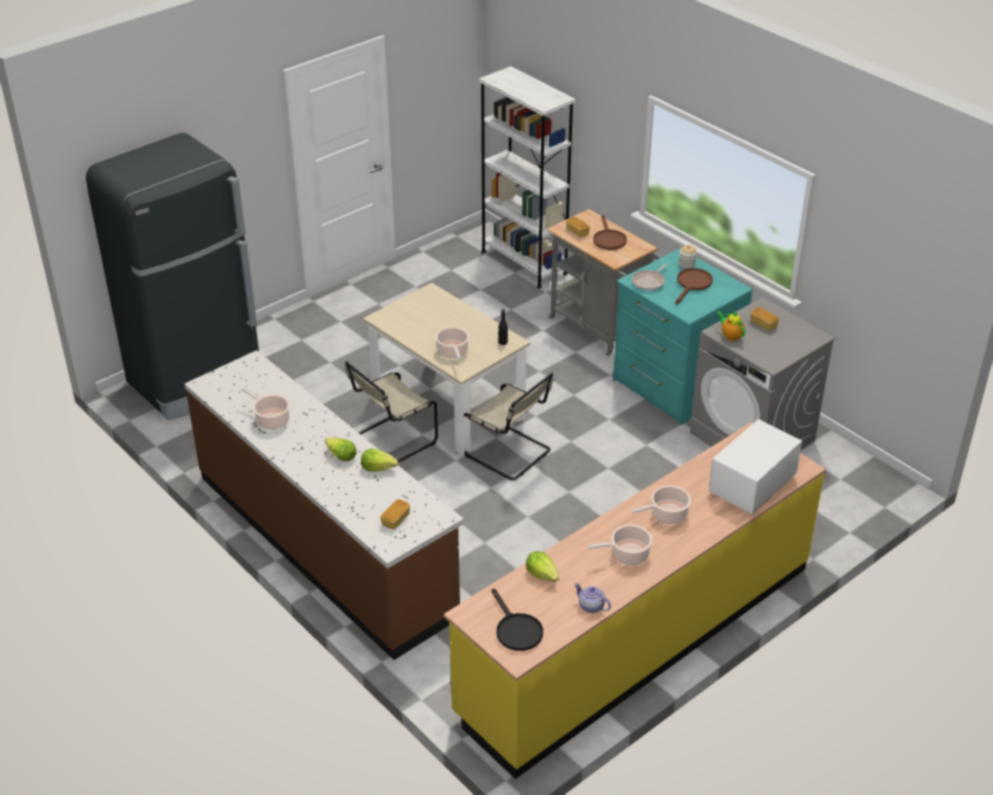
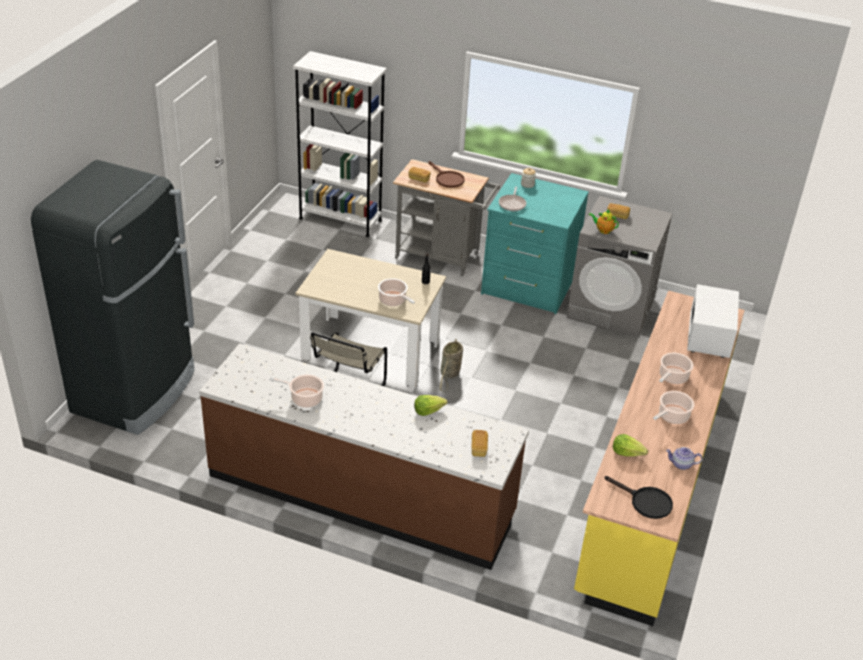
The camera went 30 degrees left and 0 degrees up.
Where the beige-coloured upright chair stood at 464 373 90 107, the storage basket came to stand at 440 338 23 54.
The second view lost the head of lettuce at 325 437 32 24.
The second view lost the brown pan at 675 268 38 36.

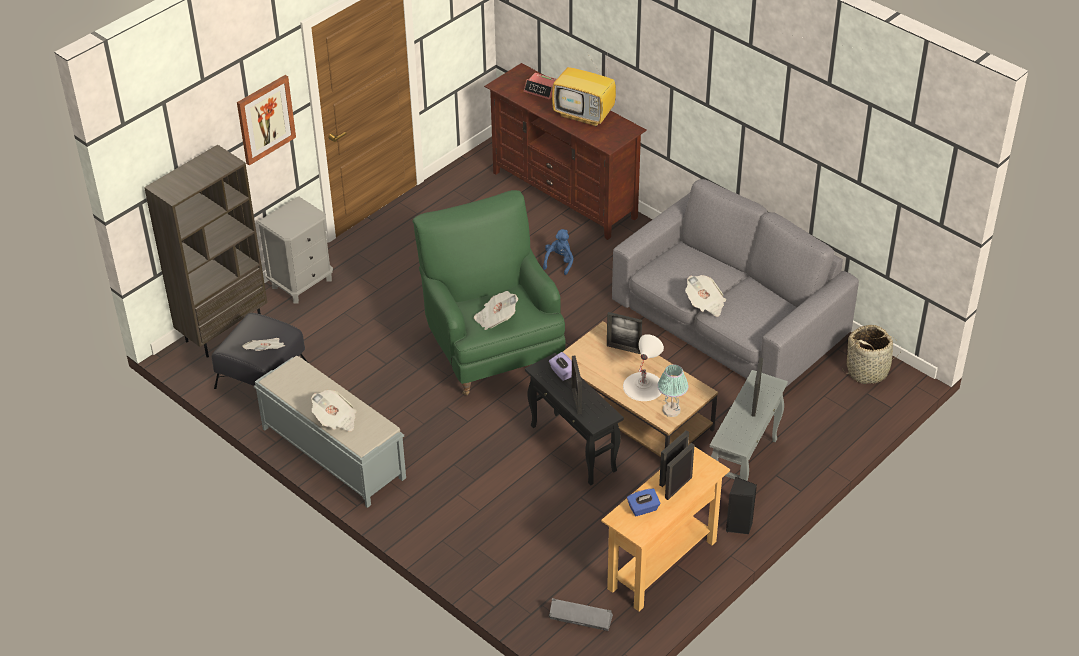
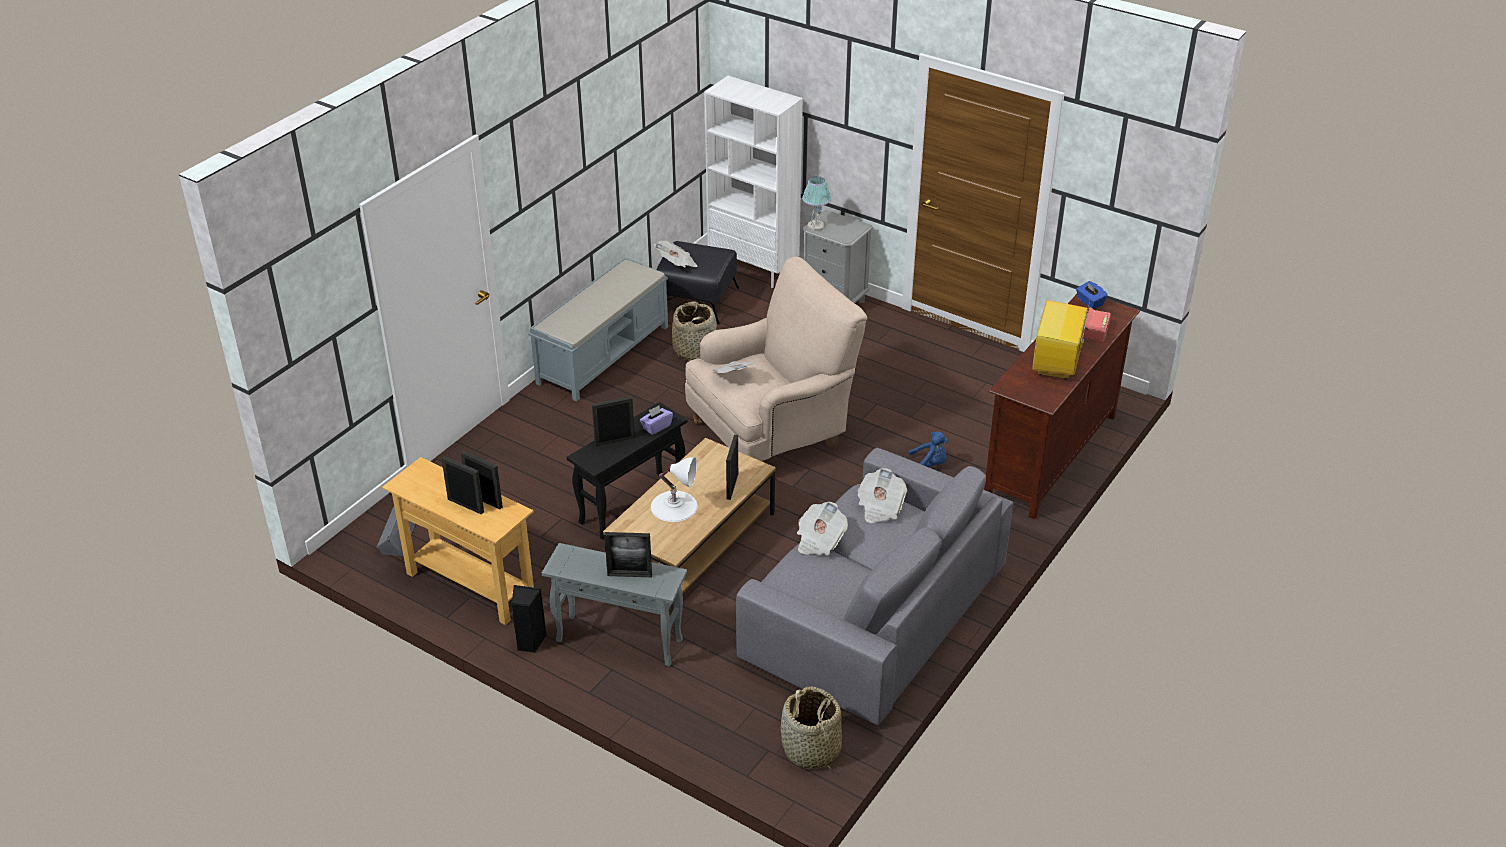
The camera went 80 degrees right and 5 degrees down.
The second view gained the storage basket at 672 301 45 60.
What was the greenish lounge chair at 412 190 153 205 turned into the beige-coloured lounge chair at 685 257 182 204.
What was the brown bookshelf at 144 145 123 212 turned into the whitish bookshelf at 704 76 99 212.
The tabletop lamp ended up elsewhere, having gone from 658 364 30 53 to 802 176 29 55.
The newspaper ended up elsewhere, having gone from 311 390 46 42 to 857 468 50 55.
The bluish tissue box ended up elsewhere, having gone from 627 489 33 27 to 1076 281 32 28.
The second view lost the wall art at 237 75 59 90.

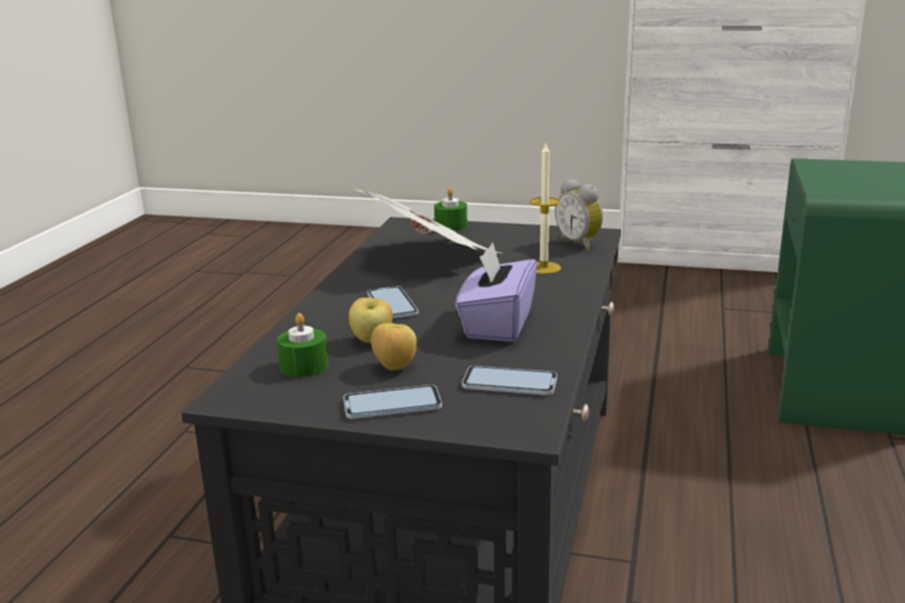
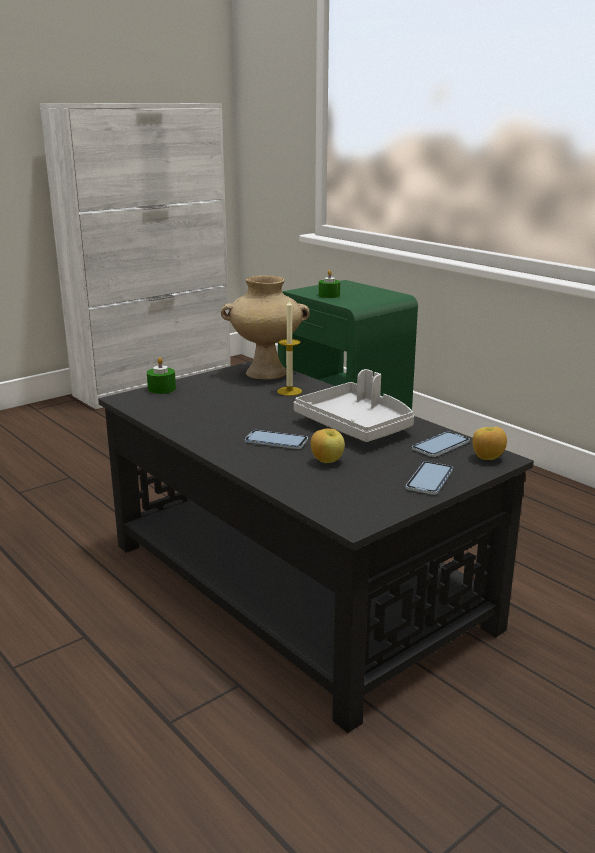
The camera went 55 degrees left and 0 degrees up.
Where the bedside clock stood at 555 179 48 71, the beige-coloured vase came to stand at 221 275 89 105.
Where the purple tissue box stood at 455 242 82 100, the greyish carrying tray came to stand at 294 369 120 73.
The greenish wax light ended up elsewhere, having gone from 277 313 51 64 to 319 270 21 28.
The whole apple ended up elsewhere, having gone from 371 323 46 47 to 472 427 35 33.
The second view lost the newspaper at 357 190 144 63.

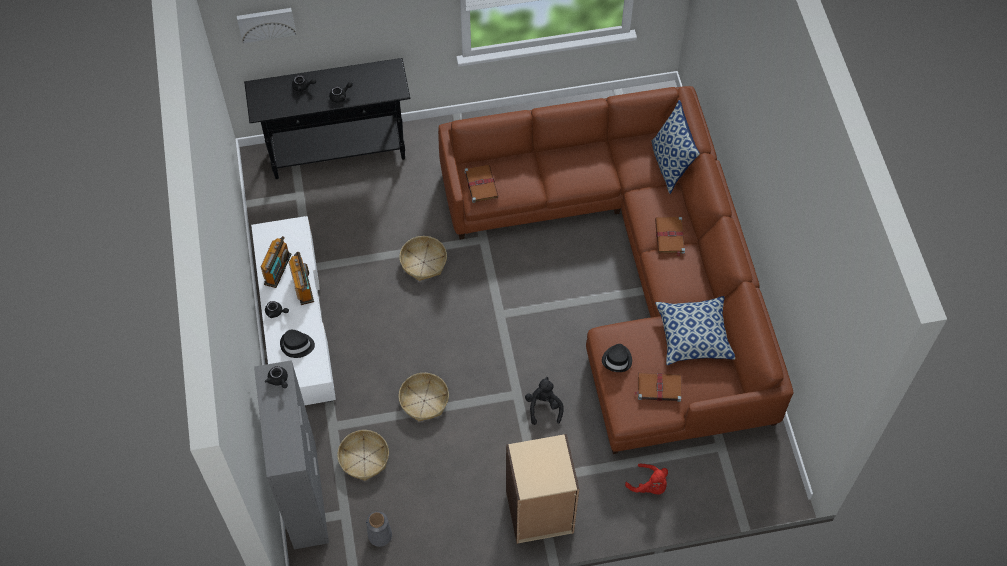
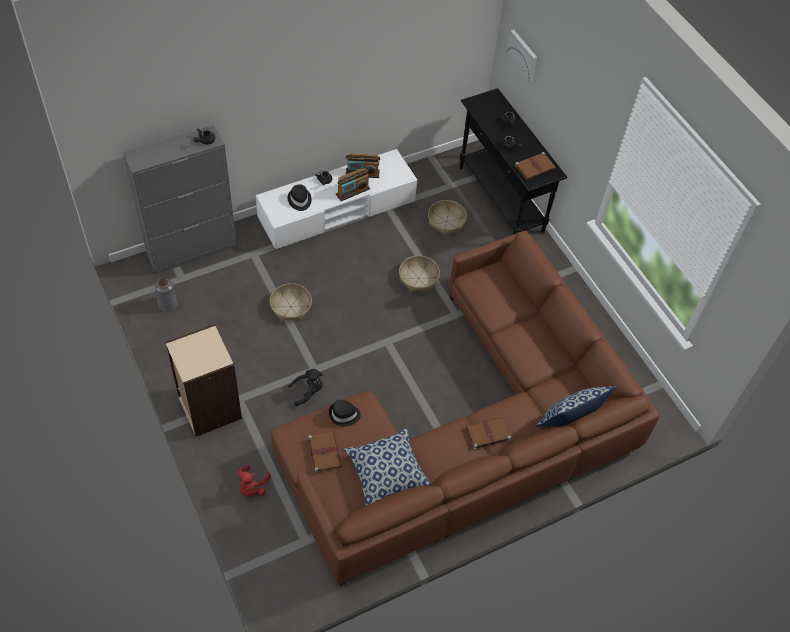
The camera went 70 degrees right and 5 degrees down.
The storage basket ended up elsewhere, having gone from 337 430 52 51 to 428 200 39 35.
The brown bound book ended up elsewhere, having gone from 464 165 34 38 to 515 152 41 28.

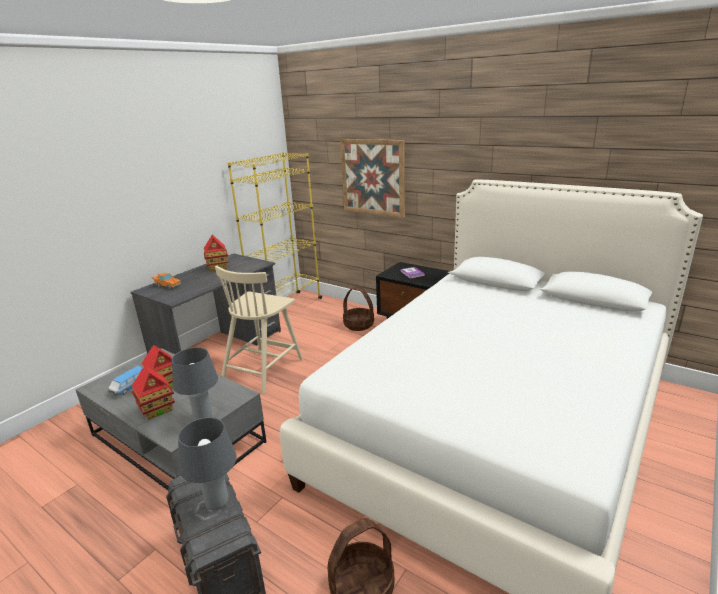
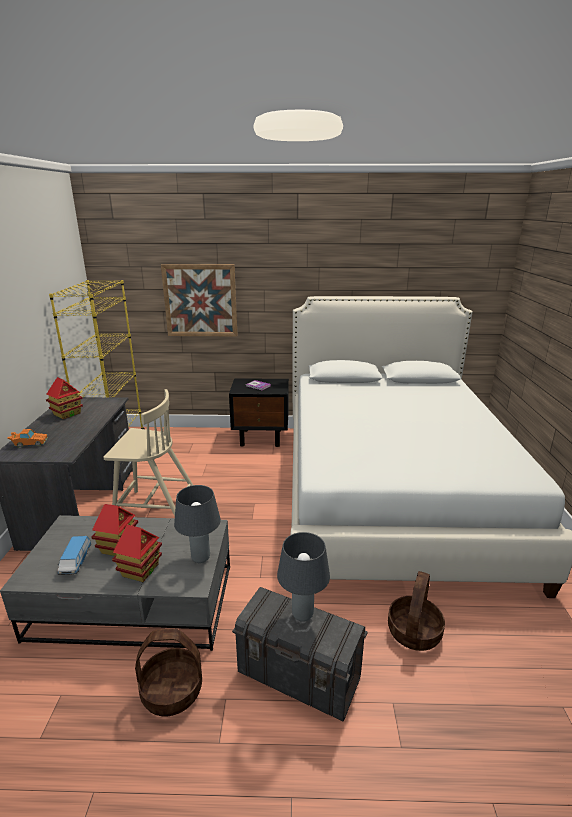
The camera went 35 degrees left and 0 degrees up.
The beige-coloured upright chair at 215 266 88 128 ended up facing another way, 75 degrees counterclockwise from before.
The storage basket ended up elsewhere, having gone from 343 287 31 44 to 135 628 67 88.

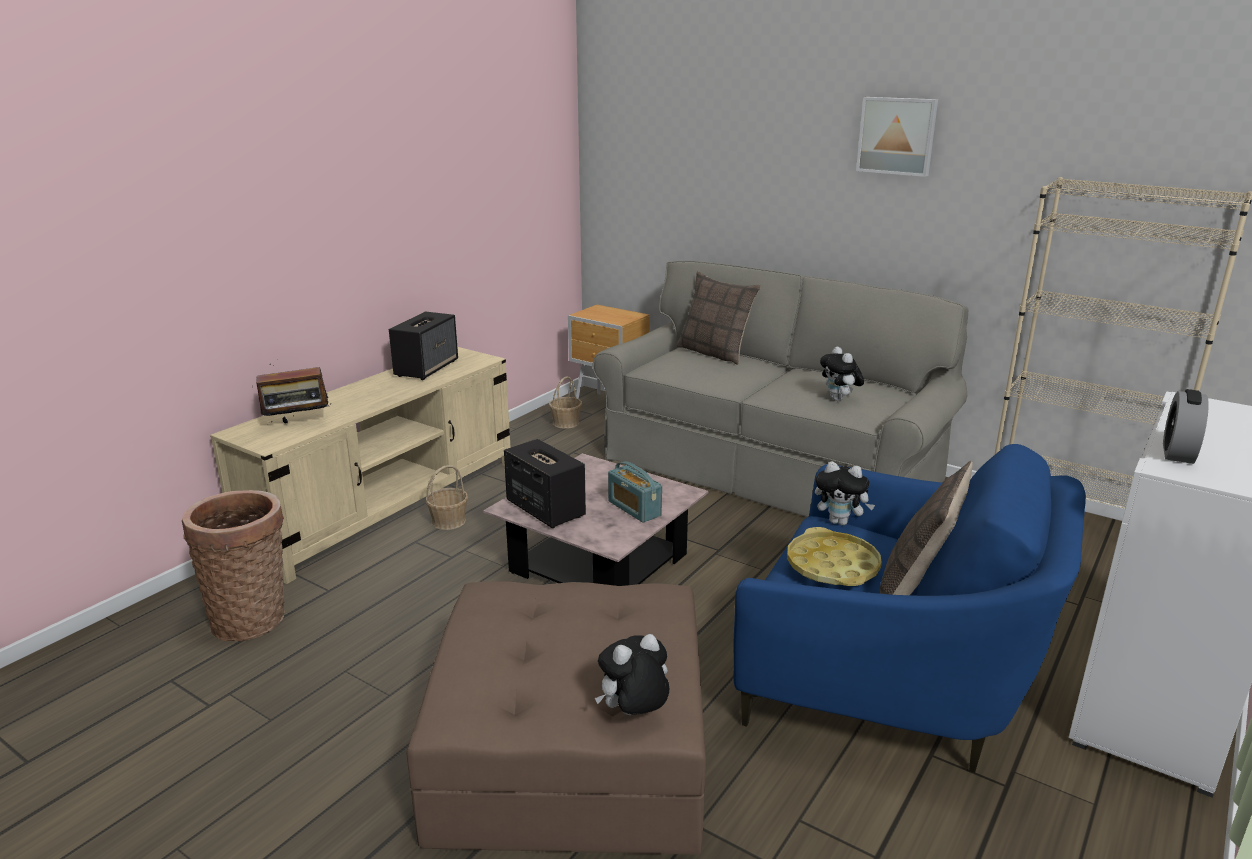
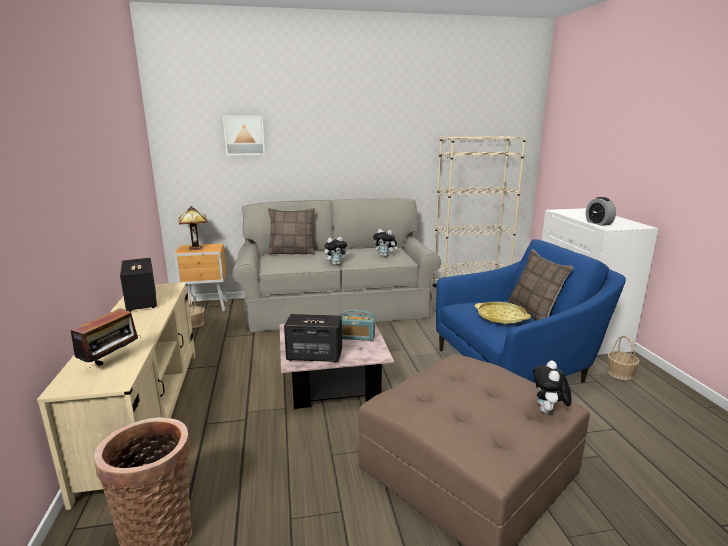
The camera went 45 degrees left and 5 degrees down.
The second view gained the tabletop lamp at 179 206 29 44.
The wall art ended up elsewhere, having gone from 856 97 82 80 to 223 115 42 40.
The soft toy ended up elsewhere, having gone from 815 461 60 64 to 324 237 25 28.
The storage basket ended up elsewhere, having gone from 426 465 42 65 to 608 335 31 45.

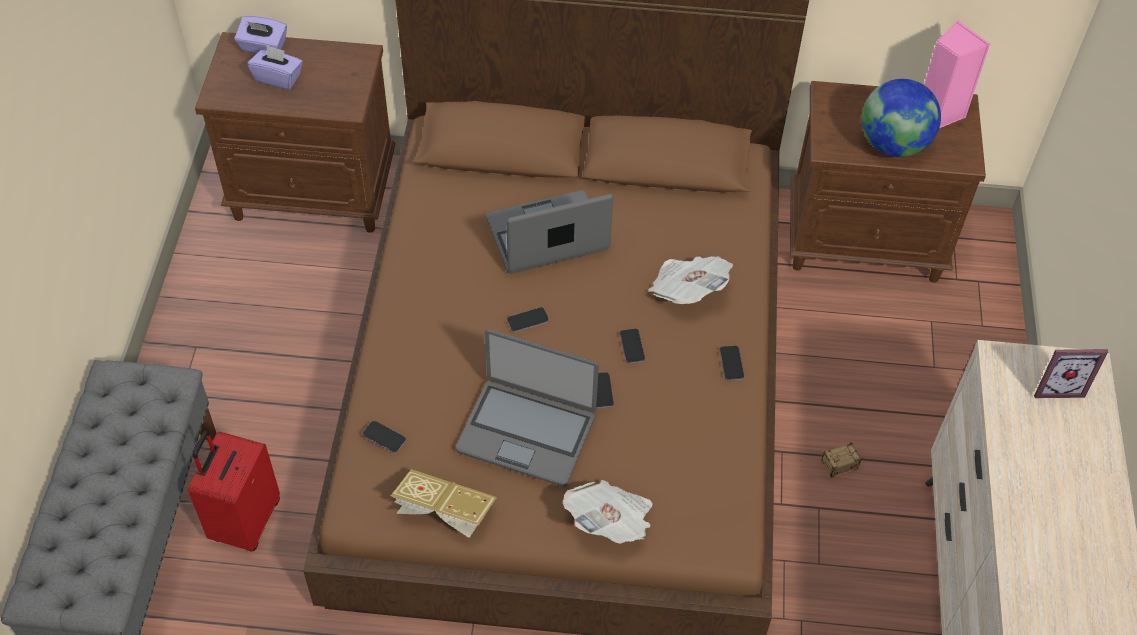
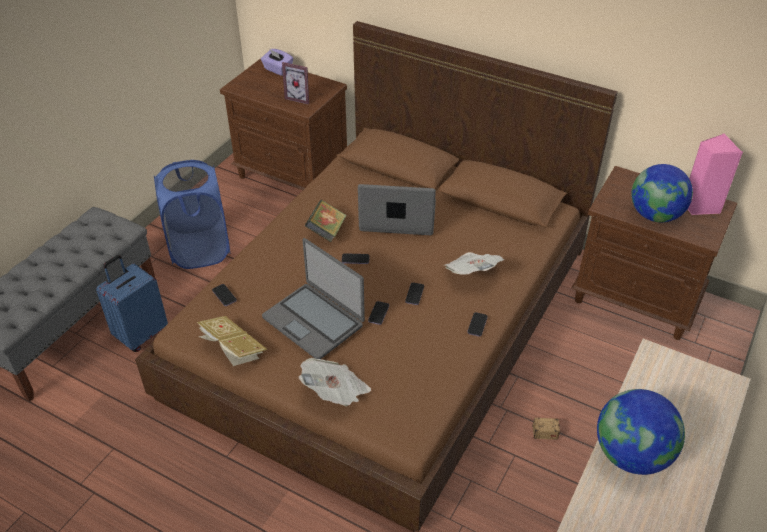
The camera went 25 degrees right and 10 degrees down.
What was the red-coloured suitcase at 188 431 92 120 turned into the bluish suitcase at 96 255 72 97.
The second view gained the bluish hamper at 154 160 76 109.
The standing frame ended up elsewhere, having gone from 1034 349 74 49 to 282 62 27 43.
The second view gained the bound book at 305 200 41 42.
The second view gained the desk globe at 597 389 88 86.
The second view lost the purple tissue box at 248 45 55 45.

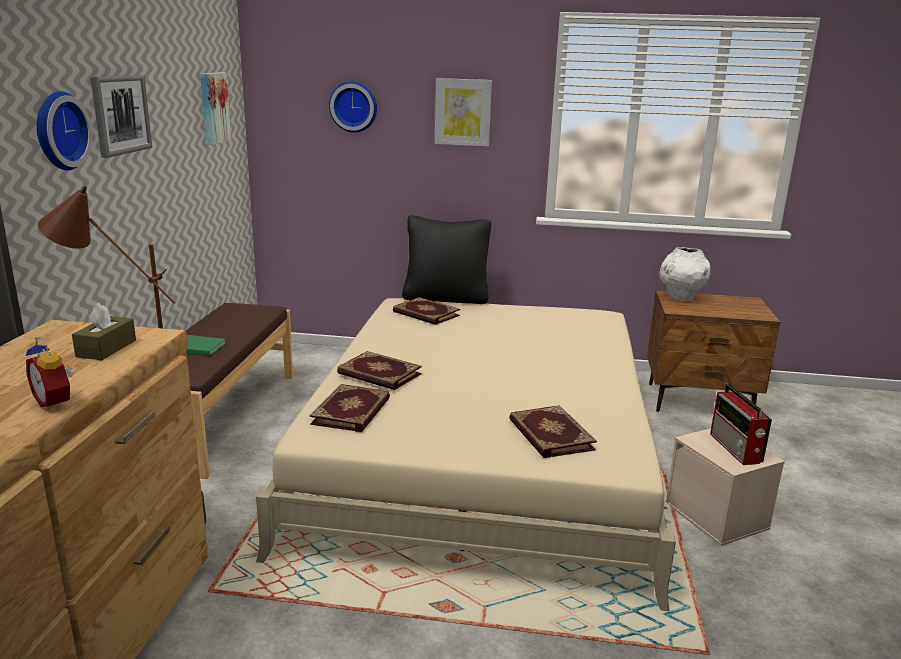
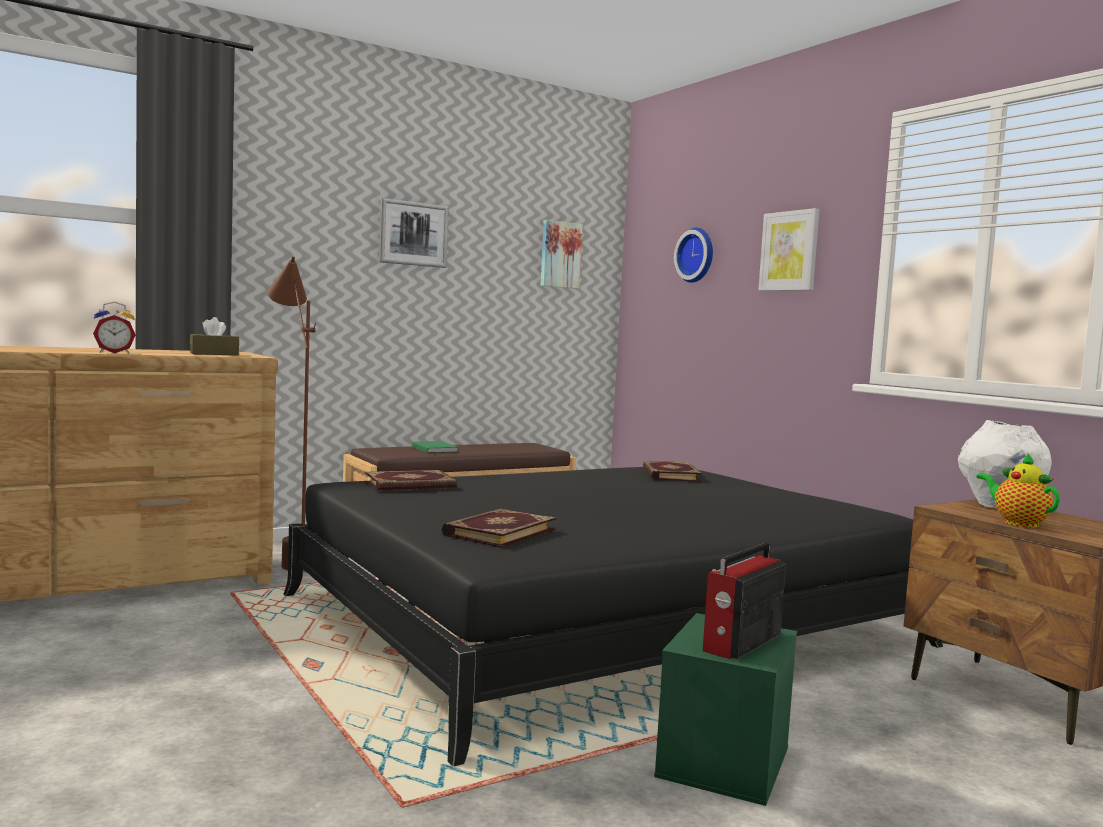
The camera went 50 degrees right and 15 degrees down.
The bedside clock at 26 337 48 73 ended up facing another way, 120 degrees counterclockwise from before.
What was the beige-coloured sleeping bed at 256 298 420 313 turned into the black-coloured sleeping bed at 284 467 659 300.
What was the beige-coloured storage bin at 665 428 120 118 turned into the greenish storage bin at 654 613 143 193.
The second view gained the pot for tea at 977 453 83 75.
The second view lost the wall clock at 37 91 56 79.
The second view lost the bound book at 337 351 85 39.
The second view lost the black-coloured pillow at 402 215 89 89.

